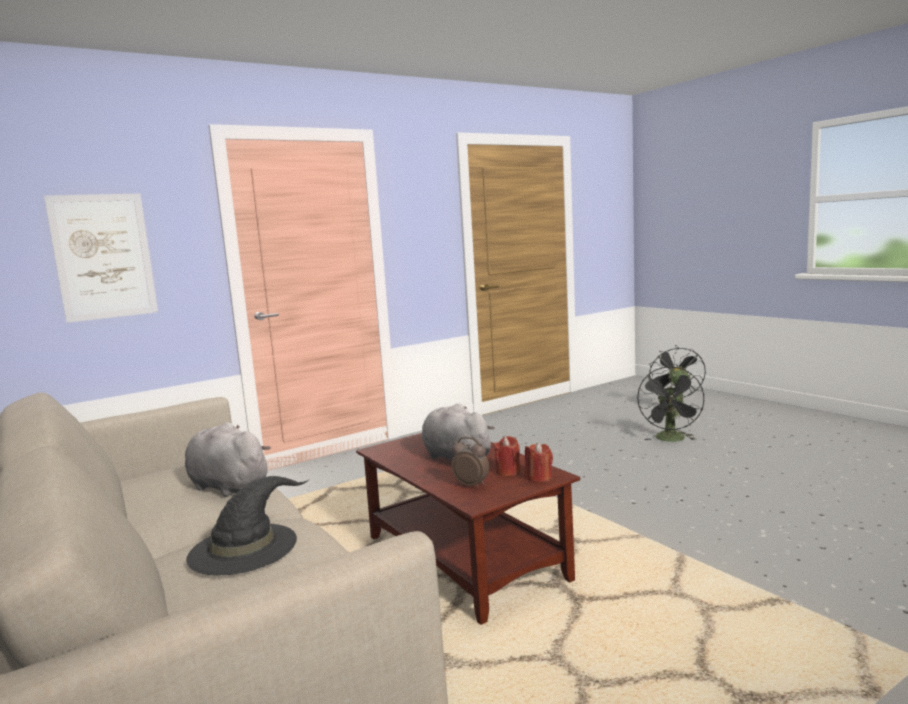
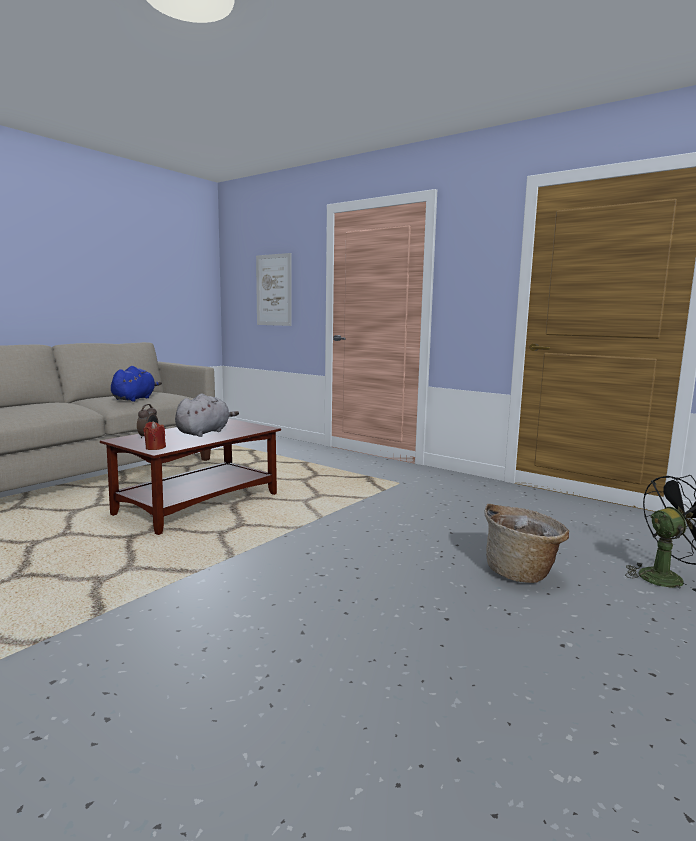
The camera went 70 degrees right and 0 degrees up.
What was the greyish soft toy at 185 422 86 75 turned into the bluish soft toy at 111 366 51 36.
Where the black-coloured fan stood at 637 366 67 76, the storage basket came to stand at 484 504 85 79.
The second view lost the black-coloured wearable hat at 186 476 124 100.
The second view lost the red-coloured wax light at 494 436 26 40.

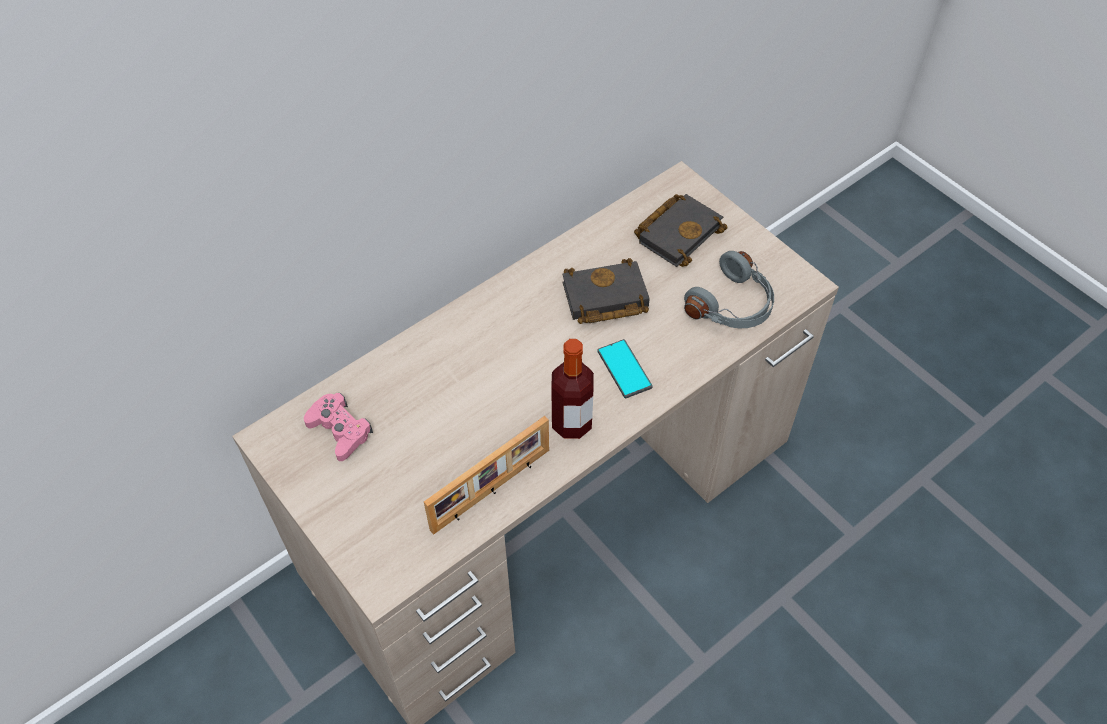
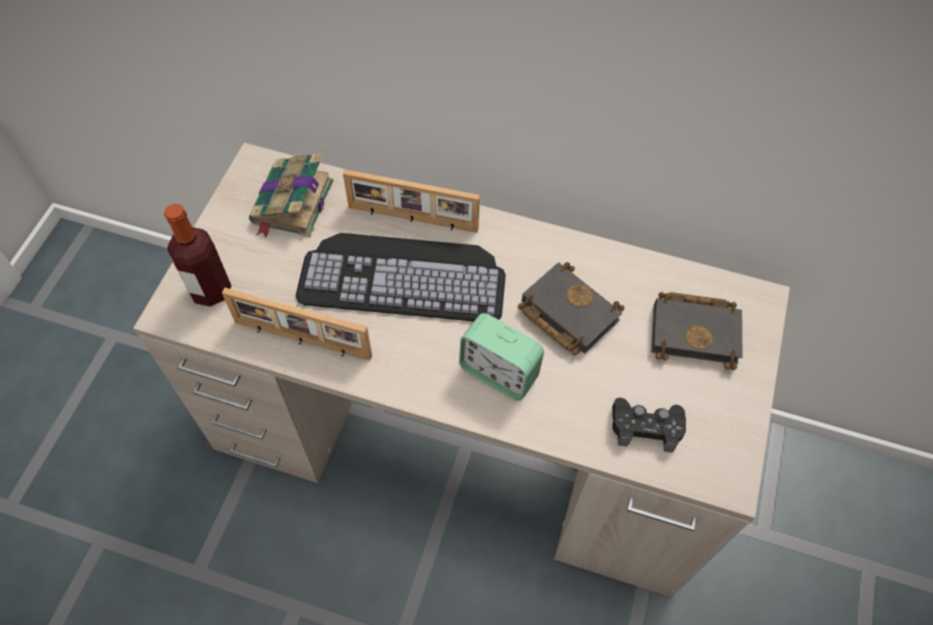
The camera went 55 degrees right and 5 degrees up.
The beverage bottle ended up elsewhere, having gone from 551 339 43 100 to 164 204 67 103.
Where the pink-coloured gamepad stood at 304 393 69 68, the bound book came to stand at 249 153 85 85.
The second view gained the computer keyboard at 296 233 210 88.
The second view gained the standing frame at 343 169 137 64.
Where the handset stood at 598 339 55 60, the bedside clock came to stand at 459 313 85 88.
Where the greyish headset stood at 684 251 90 77, the black-coloured gamepad came to stand at 612 397 74 56.

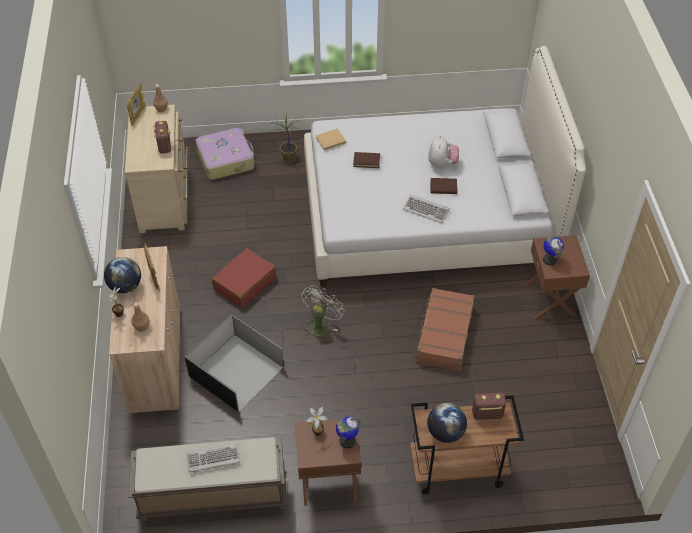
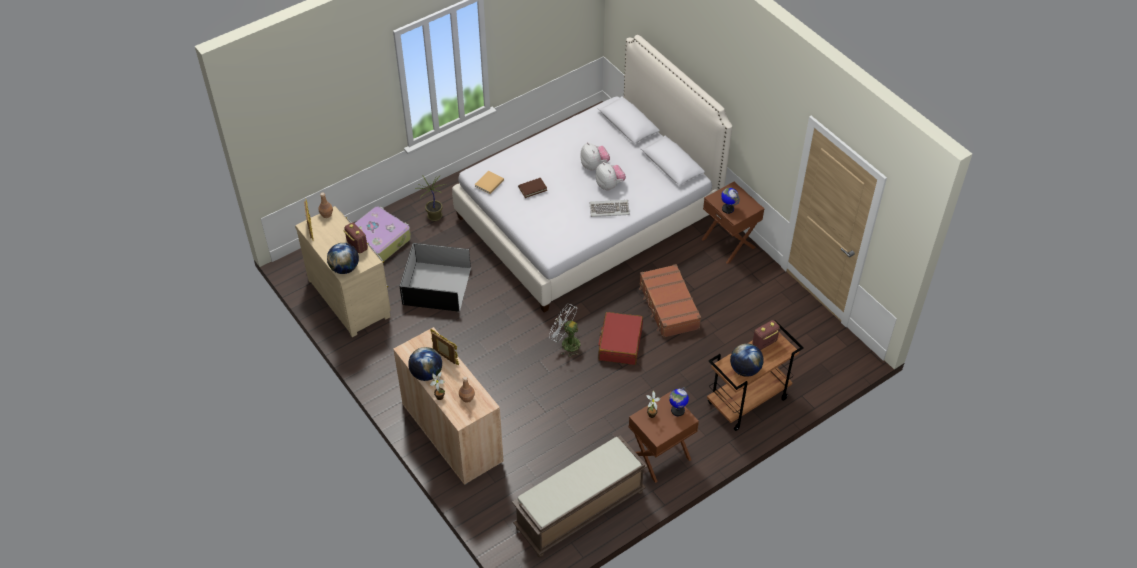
The camera went 30 degrees left and 0 degrees up.
The second view gained the desk globe at 327 243 32 31.
The black-coloured storage bin ended up elsewhere, having gone from 185 314 99 98 to 399 243 72 69.
The whitish fan at 301 285 43 54 ended up facing another way, 60 degrees counterclockwise from before.
Where the brown bound book stood at 430 178 27 16, the soft toy came to stand at 595 162 31 29.
The red-coloured suitcase ended up elsewhere, having gone from 212 248 64 60 to 598 312 45 53.
The second view lost the computer keyboard at 187 443 53 30.

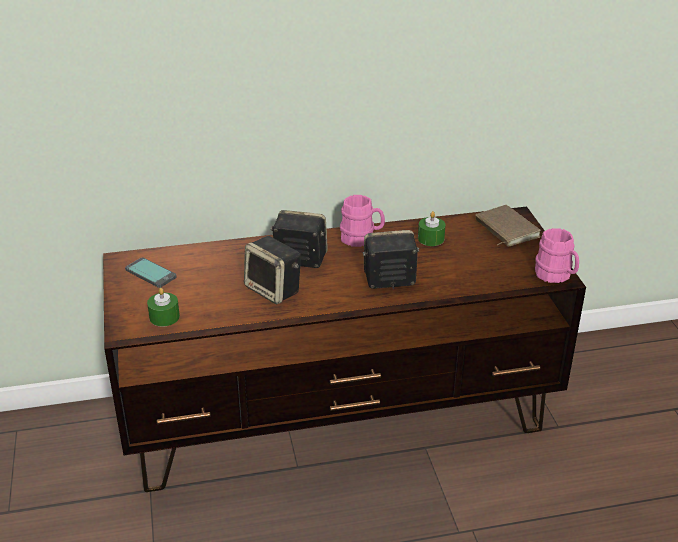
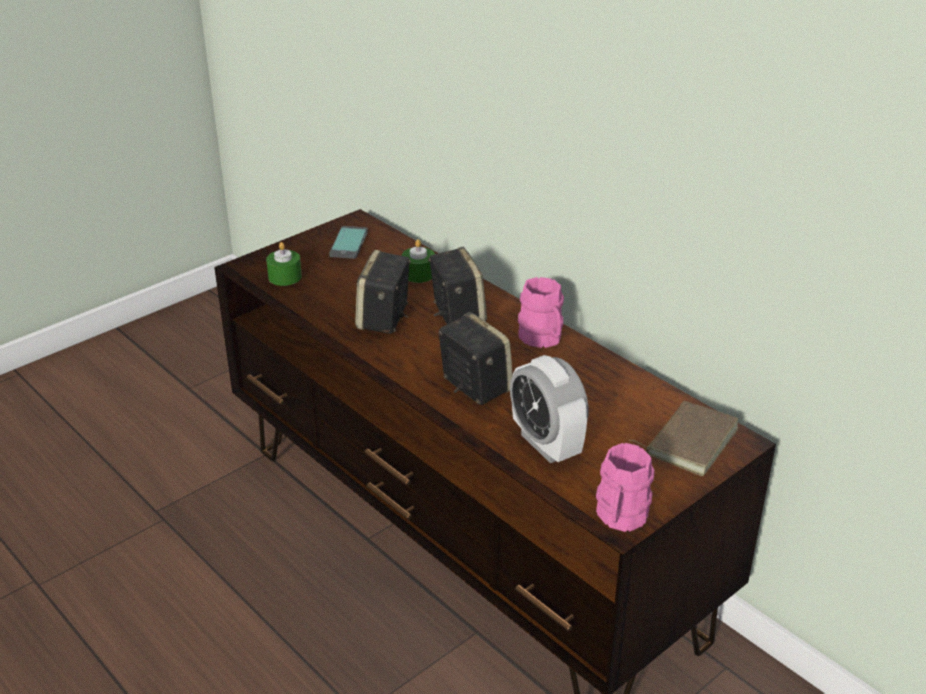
The camera went 60 degrees right and 0 degrees up.
The greenish wax light ended up elsewhere, having gone from 418 211 27 35 to 402 239 33 44.
The second view gained the bedside clock at 510 355 79 108.

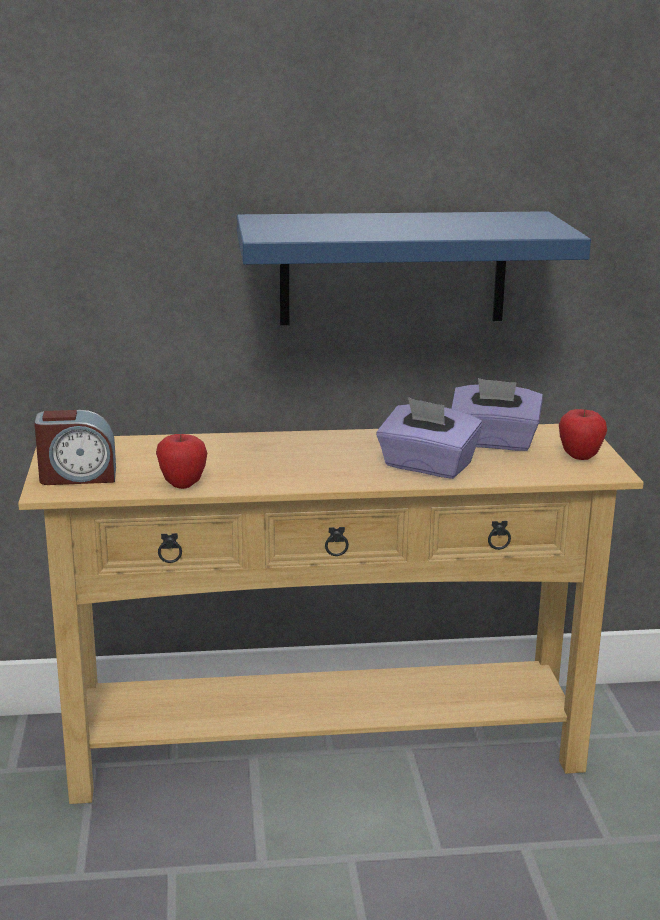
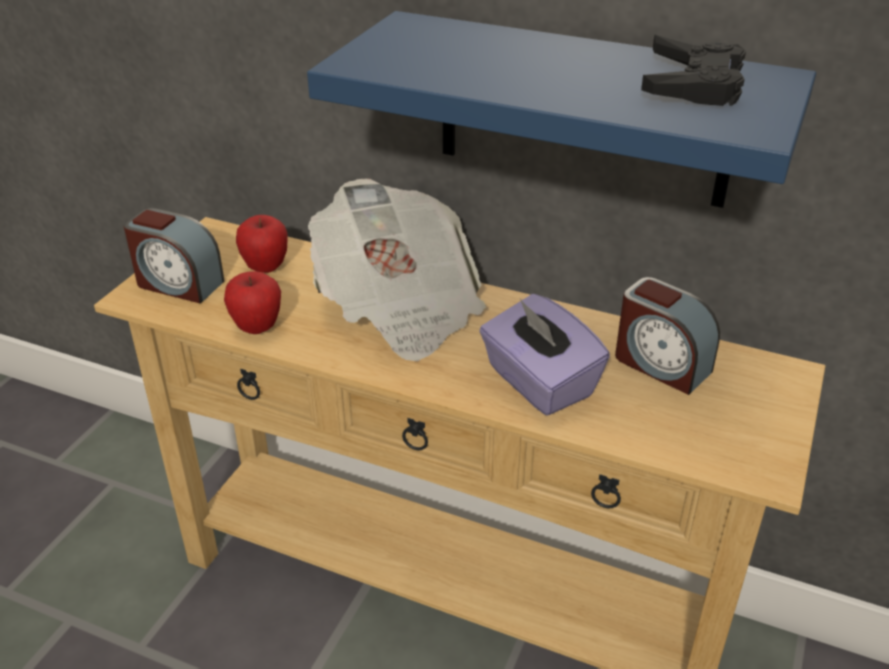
The camera went 30 degrees right and 15 degrees up.
The whole apple ended up elsewhere, having gone from 559 409 48 51 to 236 215 52 58.
The second view gained the newspaper at 308 179 178 182.
Where the purple tissue box stood at 451 378 92 73, the bedside clock came to stand at 615 277 105 118.
The second view gained the black-coloured gamepad at 641 34 105 72.

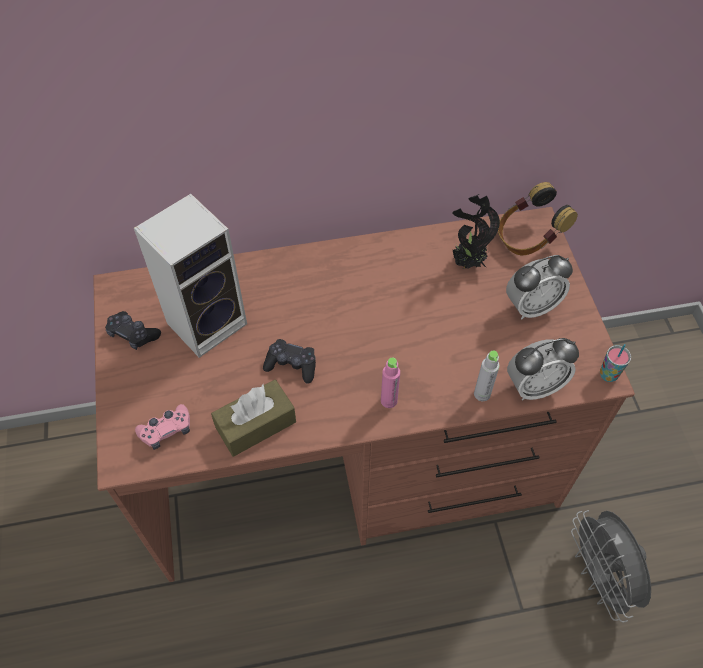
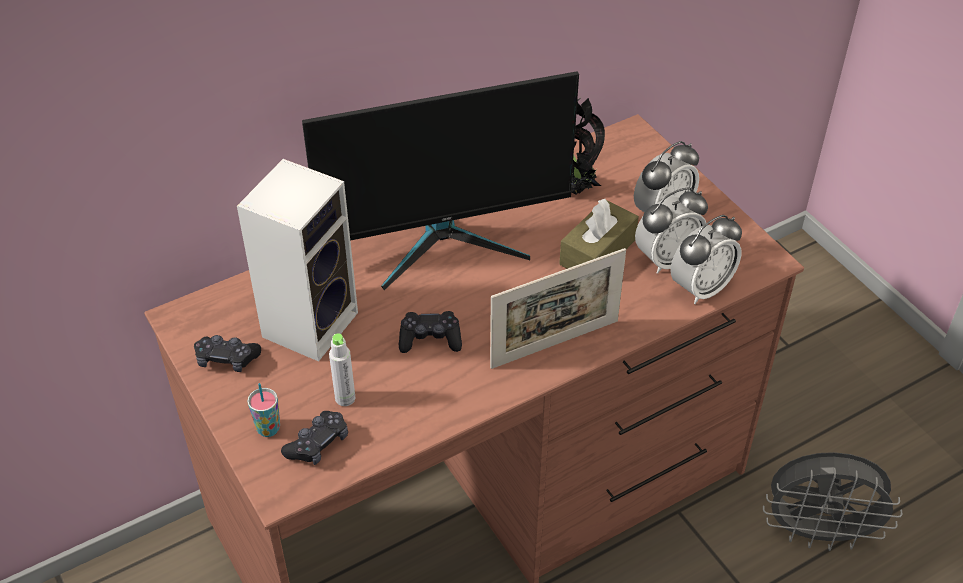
The camera went 20 degrees left and 10 degrees down.
The cup ended up elsewhere, having gone from 600 344 31 38 to 247 383 33 54.
What was the pink-coloured gamepad at 135 404 55 46 turned into the black-coloured gamepad at 281 411 67 54.
The second view gained the computer screen at 302 71 277 219.
The greyish beverage bottle ended up elsewhere, having gone from 474 351 26 50 to 329 333 26 73.
Where the pink-coloured beverage bottle stood at 381 358 19 50, the standing frame came to stand at 490 248 136 121.
The brown tissue box ended up elsewhere, having gone from 211 380 85 77 to 559 199 80 70.
The second view gained the bedside clock at 635 187 73 87.
The greyish fan at 571 510 80 113 ended up facing another way, 45 degrees counterclockwise from before.
The second view lost the headset at 498 182 80 73.

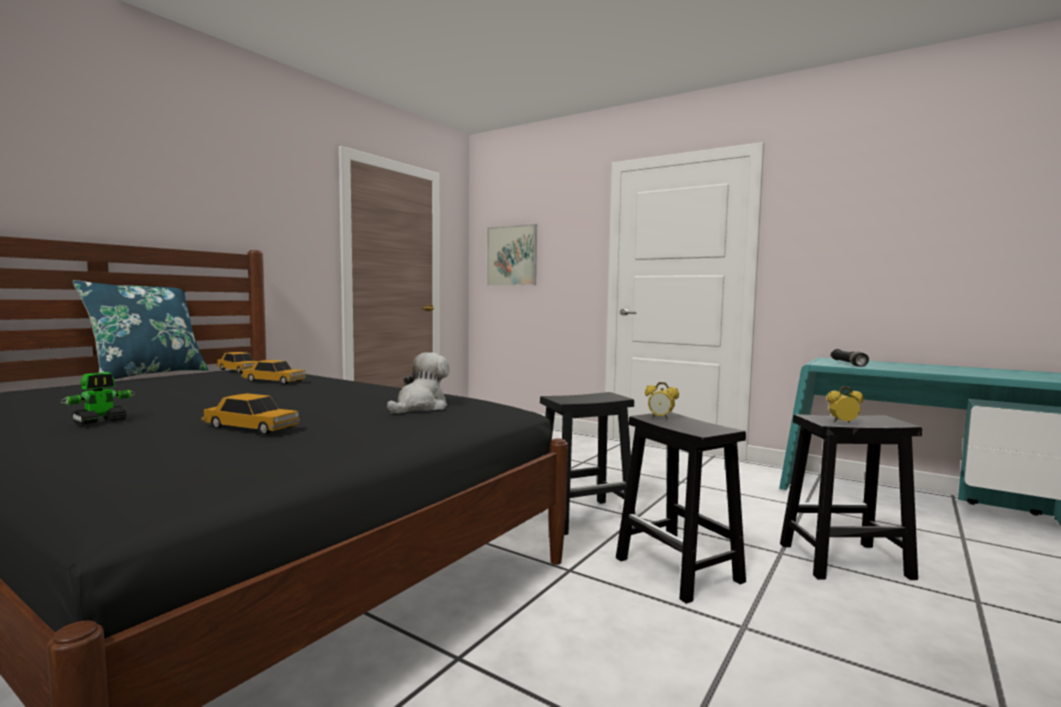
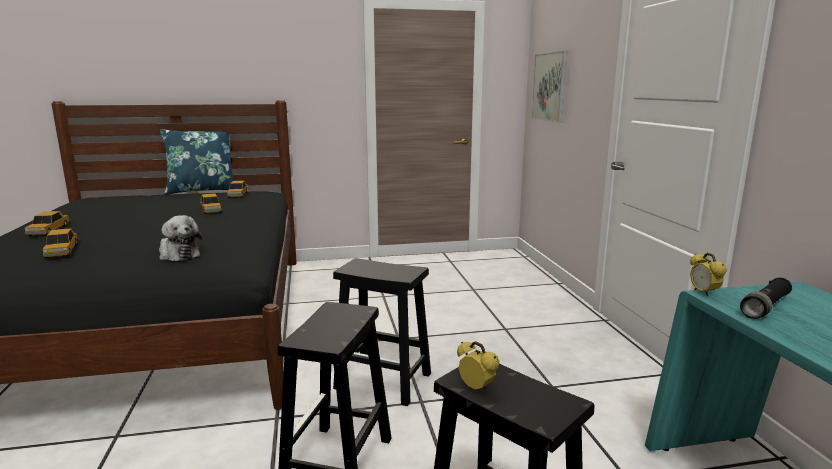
The camera went 45 degrees right and 10 degrees up.
Where the toy robot stood at 61 372 74 53, the toy car came to stand at 25 211 45 25.
The soft toy at 387 352 63 61 ended up facing another way, 60 degrees clockwise from before.
The bedside clock ended up elsewhere, having gone from 645 382 34 37 to 690 253 37 43.

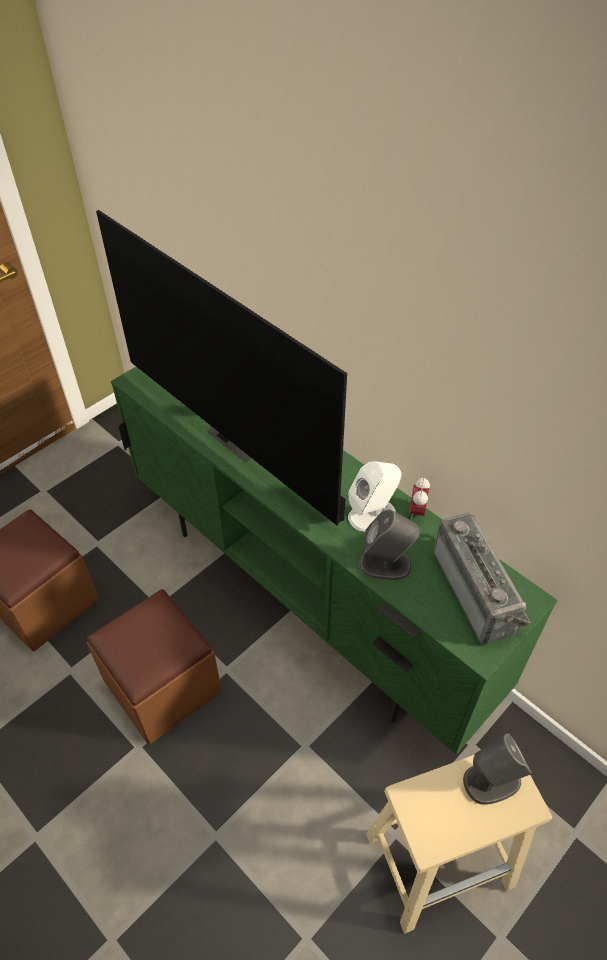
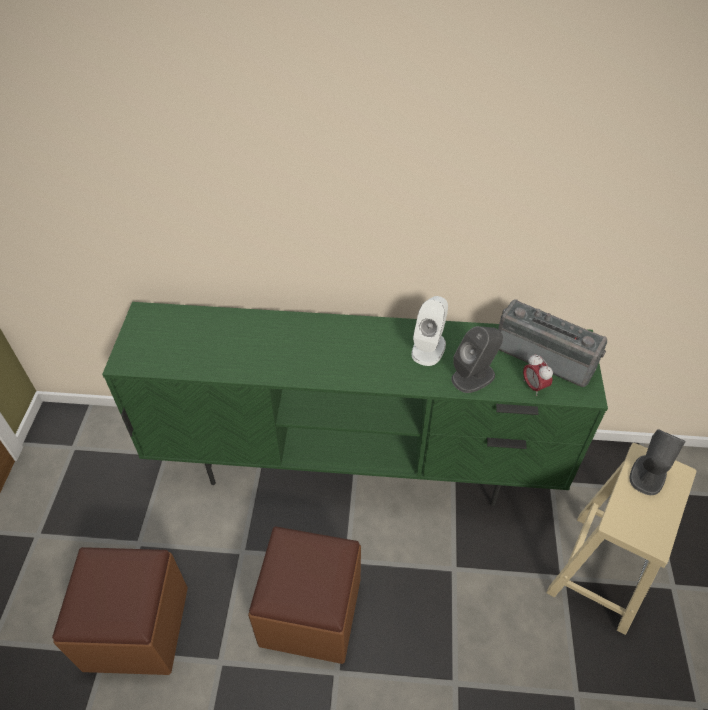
The camera went 40 degrees left and 0 degrees up.
The bedside clock ended up elsewhere, having gone from 409 477 21 43 to 523 354 30 42.
The second view lost the TV at 96 210 251 315.

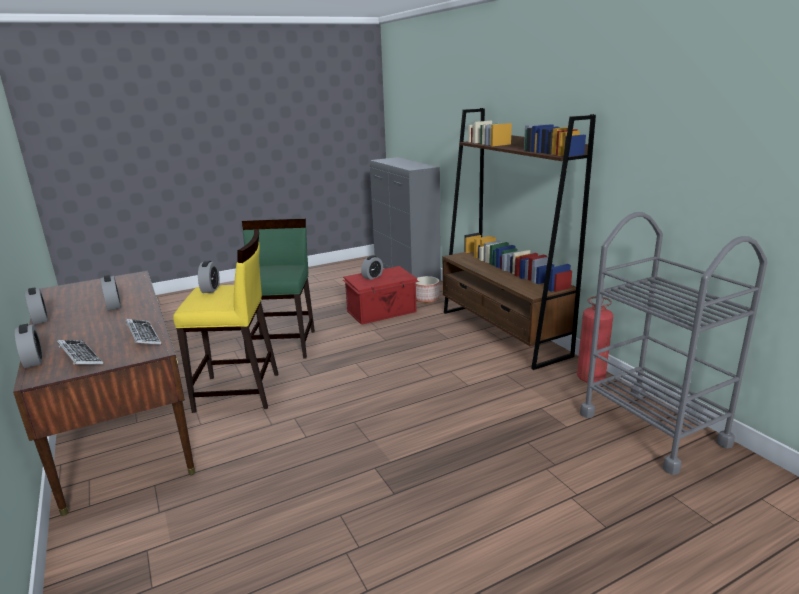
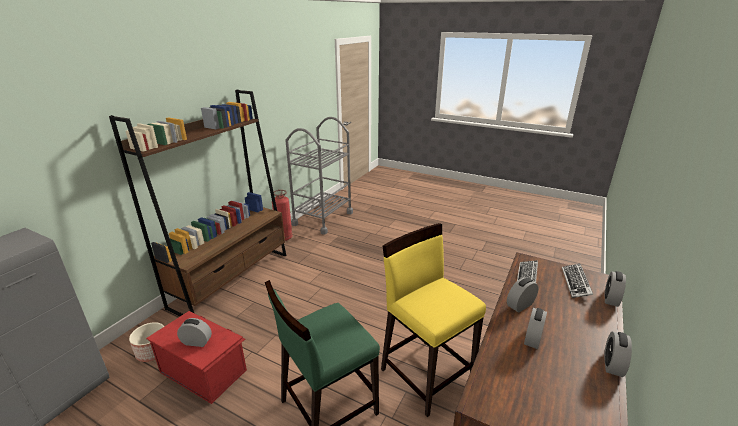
The camera went 125 degrees left and 5 degrees up.
The bedside clock ended up elsewhere, having gone from 198 261 22 32 to 507 277 31 36.

